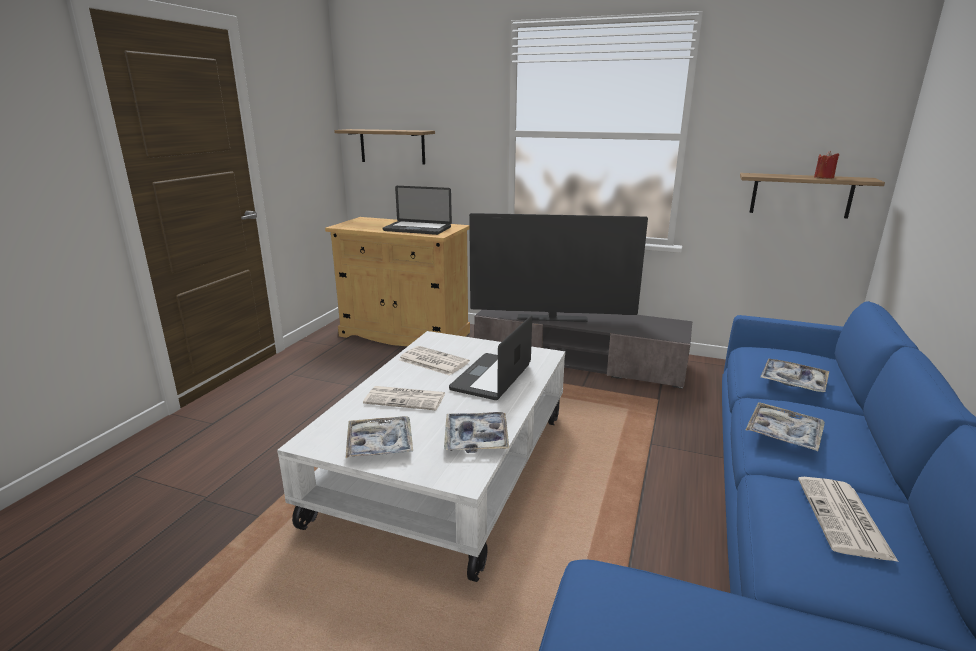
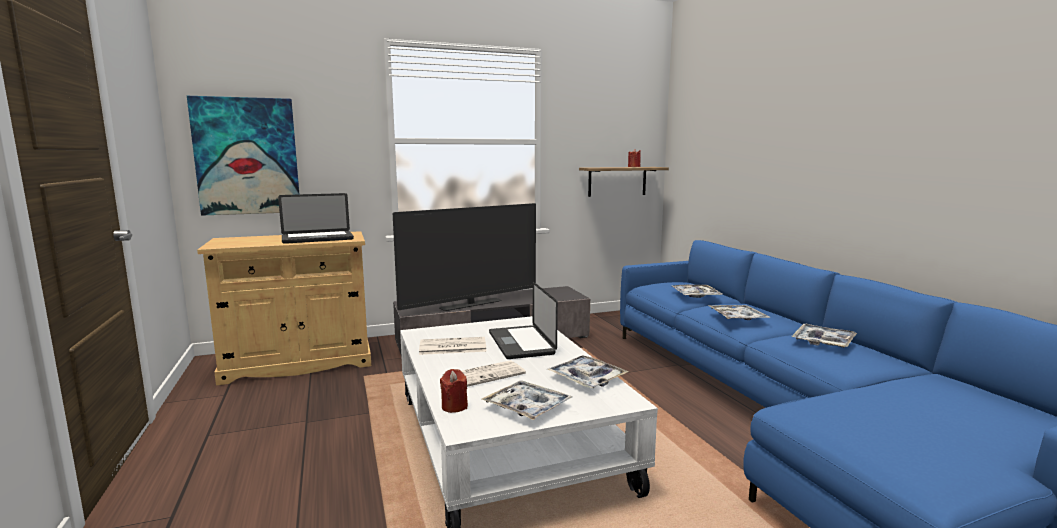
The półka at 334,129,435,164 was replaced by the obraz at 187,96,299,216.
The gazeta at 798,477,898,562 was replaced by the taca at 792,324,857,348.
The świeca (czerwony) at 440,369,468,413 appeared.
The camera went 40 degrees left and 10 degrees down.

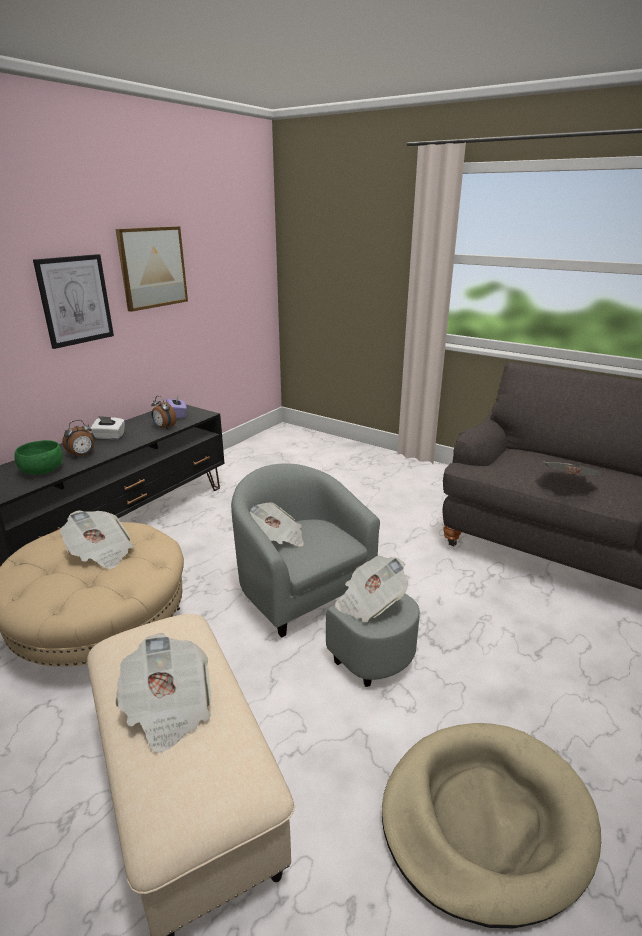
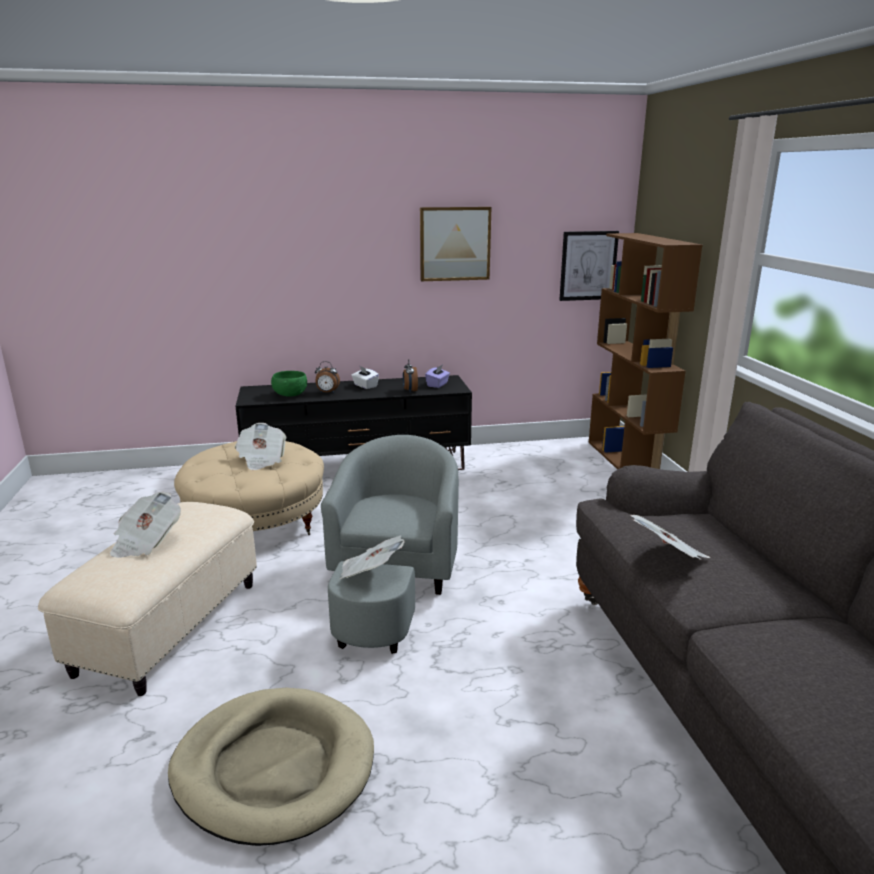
The obraz moved from 33,254,114,349 to 559,231,619,301.
The gazeta at 250,502,304,547 disappeared.
The regał (brązowy) at 589,233,702,470 appeared.
The camera went 45 degrees right and 5 degrees down.

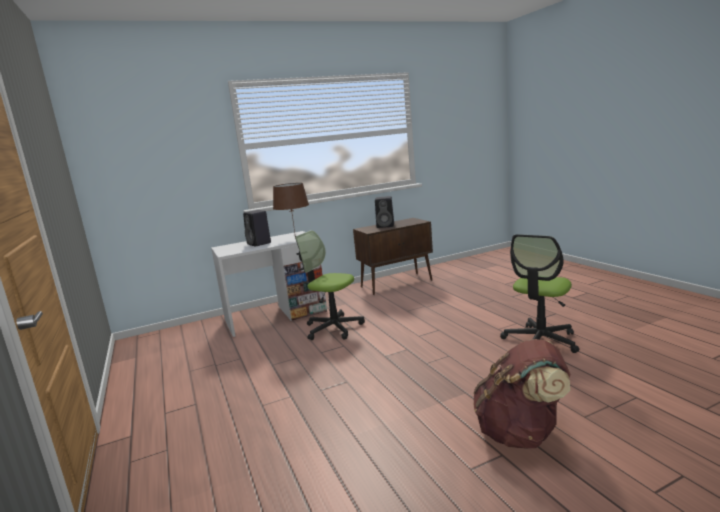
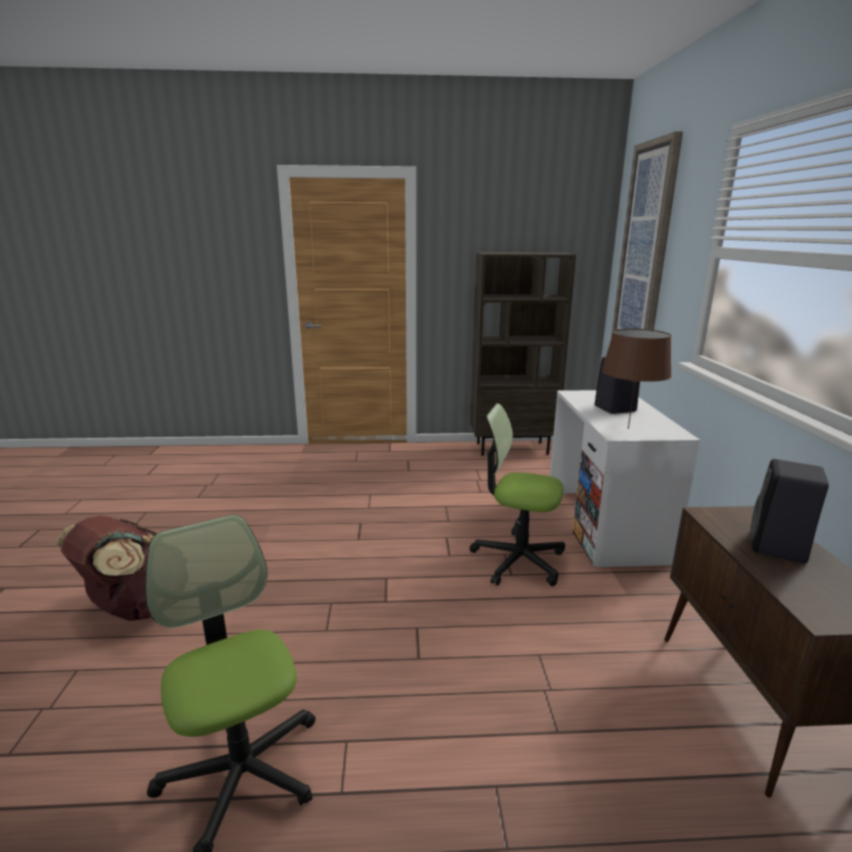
The krzesło biurowe at 295,230,365,340 turned 120 degrees counterclockwise.
The regał (brązowy) at 470,252,576,456 appeared.
The obraz at 611,131,683,337 appeared.
The camera went 110 degrees right and 5 degrees up.

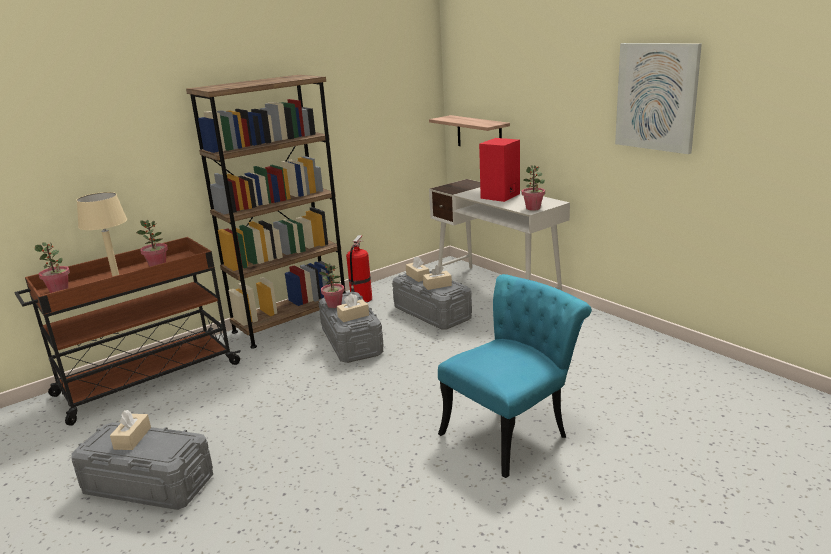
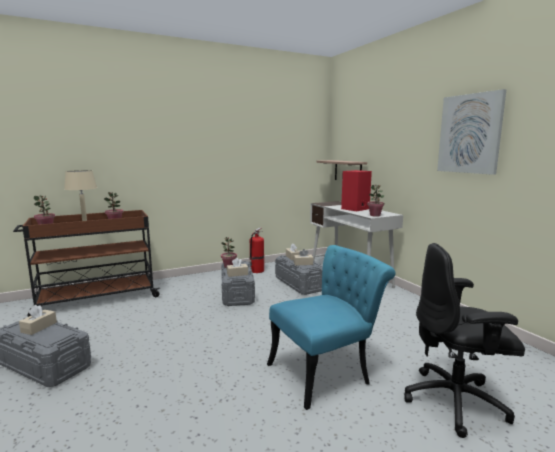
The regał (brązowy) at 186,75,346,349 disappeared.
The krzesło biurowe (czarny) at 404,243,525,438 appeared.
The camera went 10 degrees right and 10 degrees down.

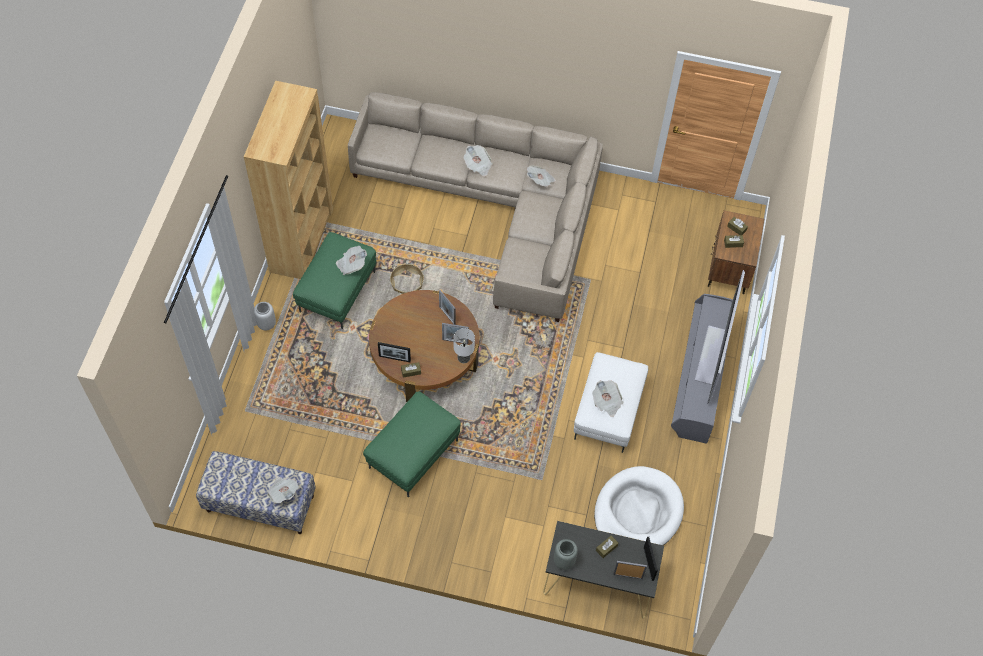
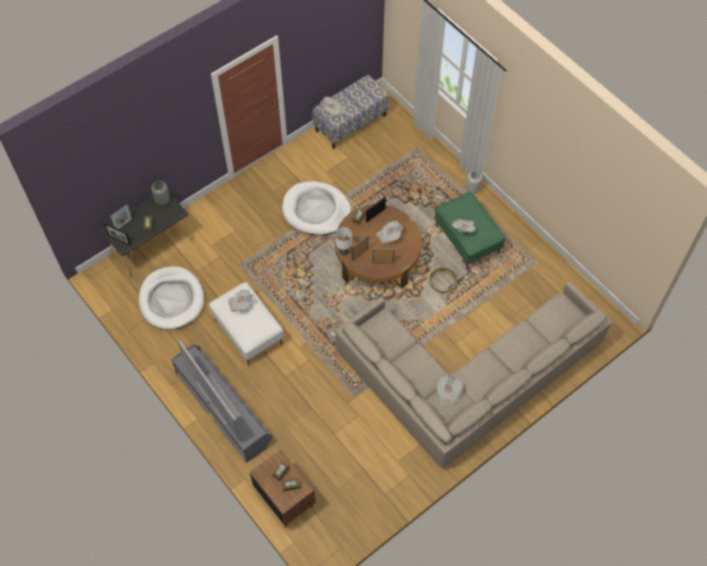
The regał (brązowy) at 244,81,333,279 disappeared.
The pufa (zielony) at 363,391,461,497 was replaced by the legowisko (biały) at 282,181,351,235.
The gazeta moved from 464,145,493,177 to 376,221,403,244.
The camera went 130 degrees right and 0 degrees up.

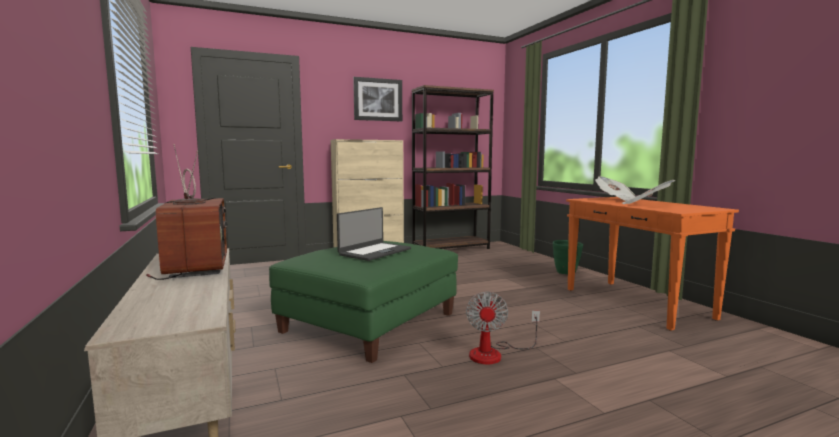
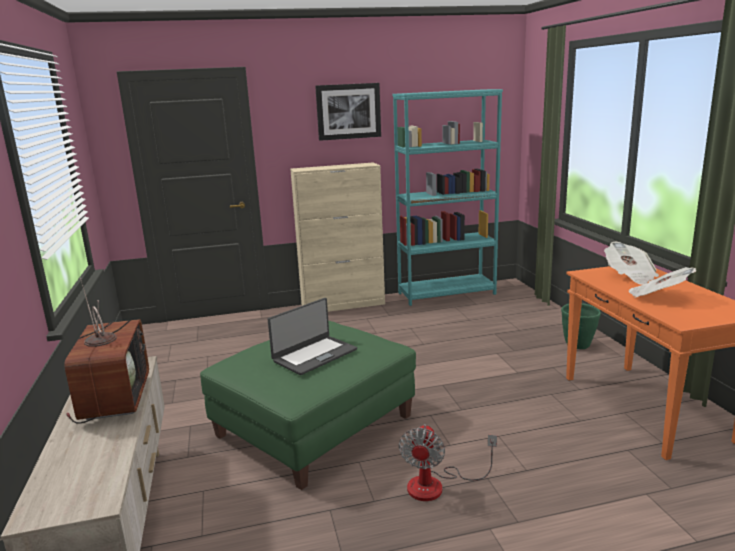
The regał (brązowy) at 411,85,494,249 became the regał (turkusowy) at 392,89,503,306.
The camera went 10 degrees right and 10 degrees up.

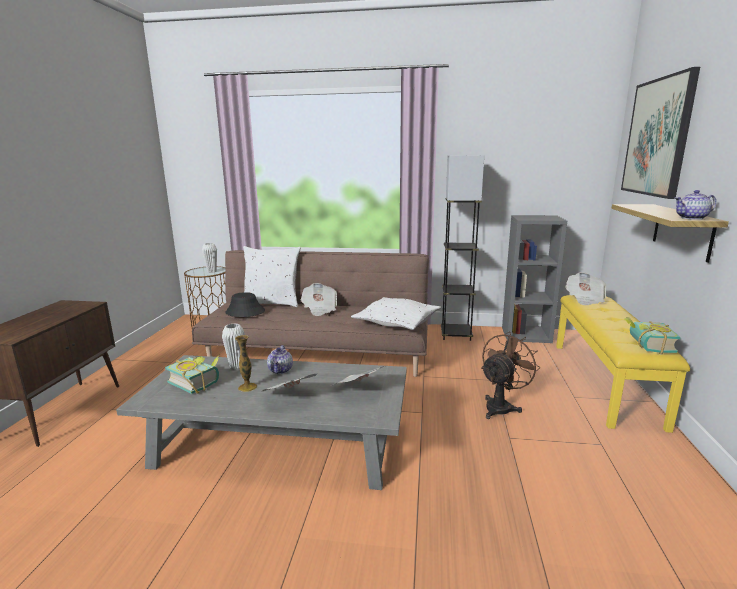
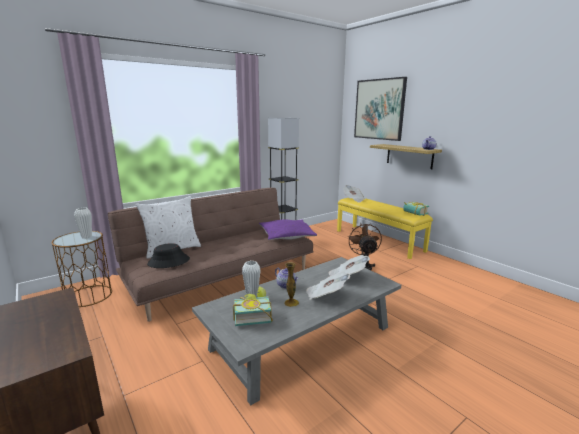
The gazeta at 300,283,337,316 disappeared.
The poduszka (biały) at 351,297,441,330 became the poduszka (fioletowy) at 259,219,317,240.
The regał (szary) at 502,215,567,343 disappeared.
The camera went 45 degrees left and 0 degrees up.

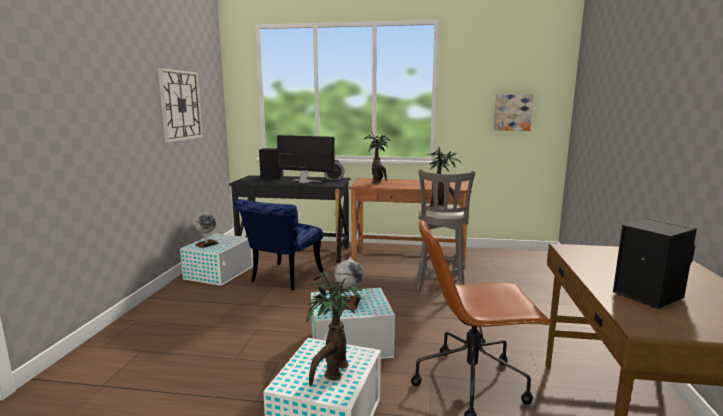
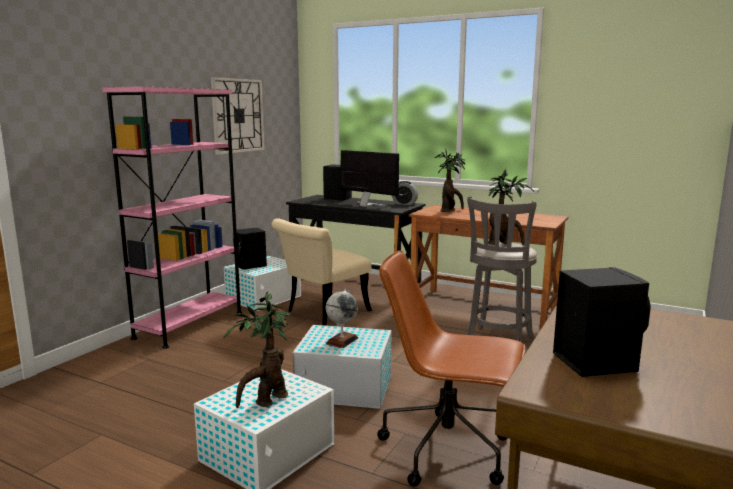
The globus at 194,212,219,248 was replaced by the głośnik (czarny) at 233,227,267,270.
The krzesło (niebieski) at 233,199,323,290 became the krzesło (beżowy) at 271,218,372,325.
The obraz at 494,94,533,131 disappeared.
The regał (różowy) at 102,86,242,349 appeared.
The camera went 20 degrees right and 0 degrees up.

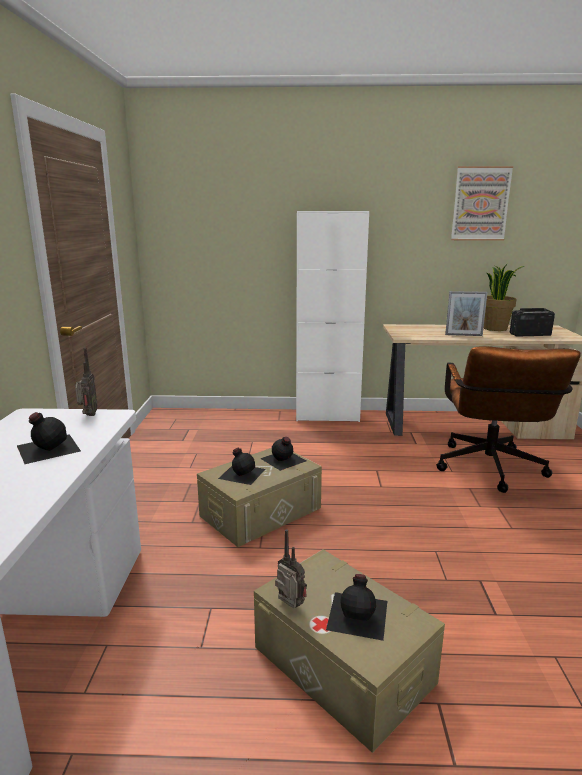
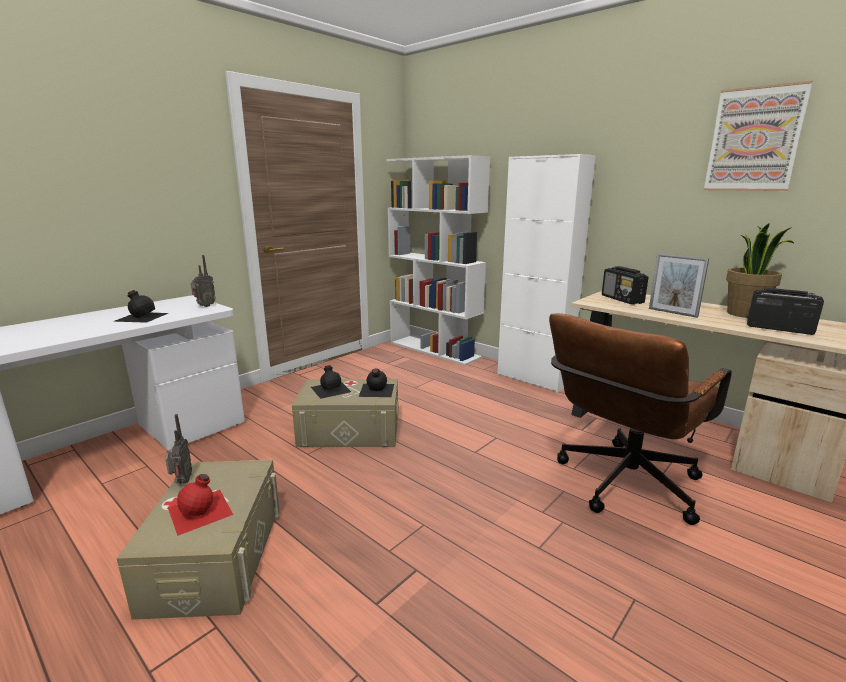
The butelka (czarny) at 326,574,387,641 became the butelka (czerwony) at 168,474,233,536.
The regał (biały) at 387,155,490,365 appeared.
The radio at 602,266,648,305 appeared.
The camera went 40 degrees right and 0 degrees up.

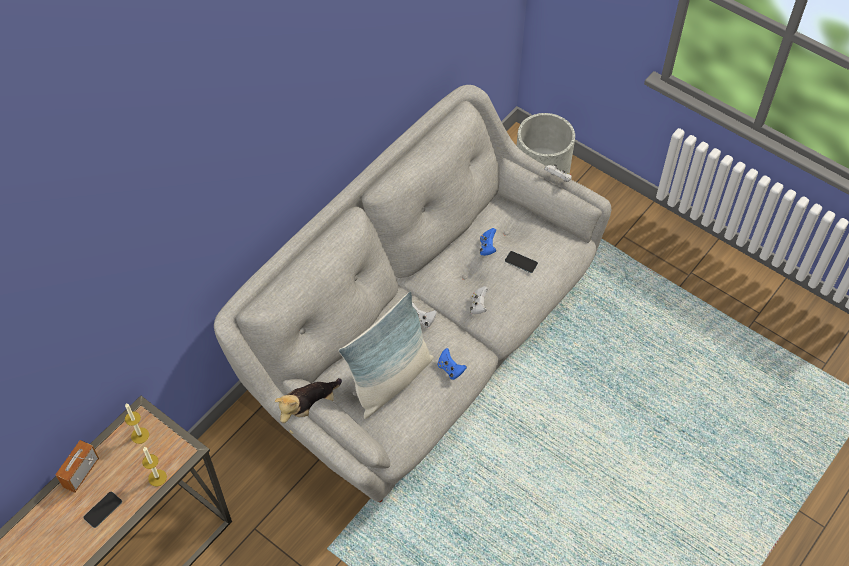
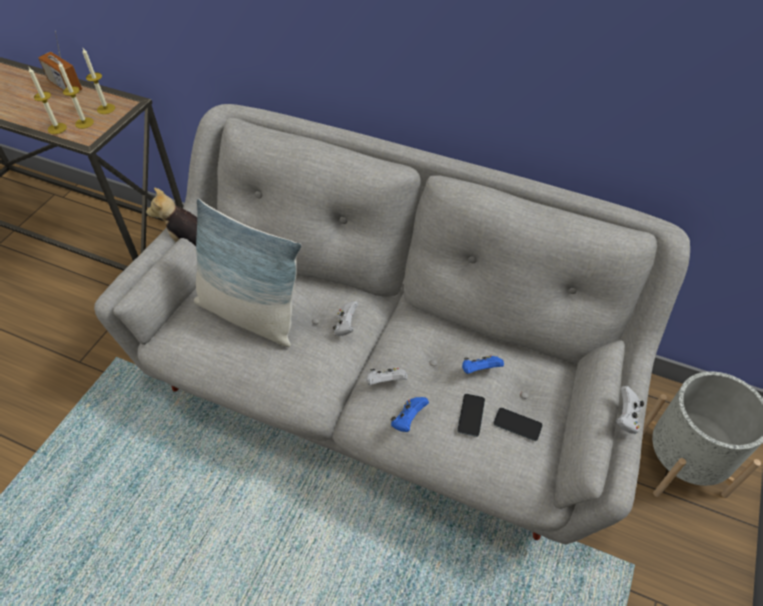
The radio at 55,440,99,493 turned 150 degrees counterclockwise.
The telefon moved from 83,492,122,528 to 494,408,543,441.
The pad do gier (niebieski) moved from 438,348,467,380 to 391,397,429,432.
The świeca at 59,62,94,129 appeared.
The camera went 75 degrees right and 5 degrees down.

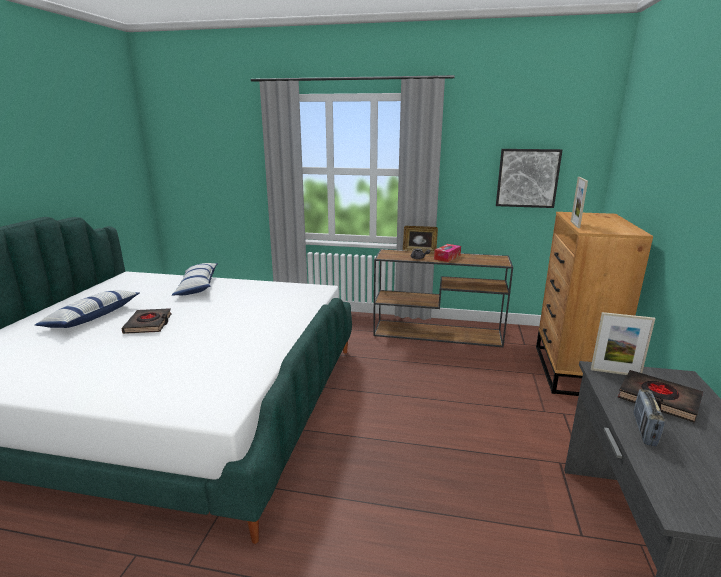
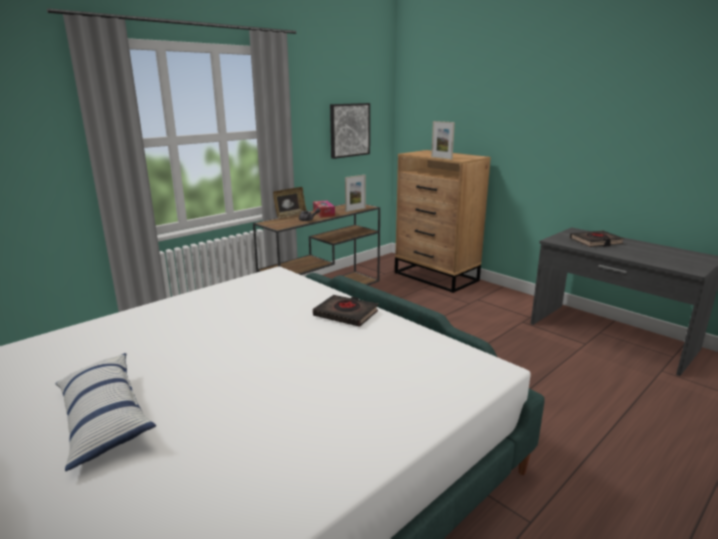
The książka (czarny) moved from 121,308,172,334 to 313,295,378,327.
The poduszka at 172,263,218,296 disappeared.
The ramka na zdjęcie moved from 591,312,655,375 to 345,175,366,212.
The radio at 633,389,665,447 disappeared.
The camera went 55 degrees left and 0 degrees up.

